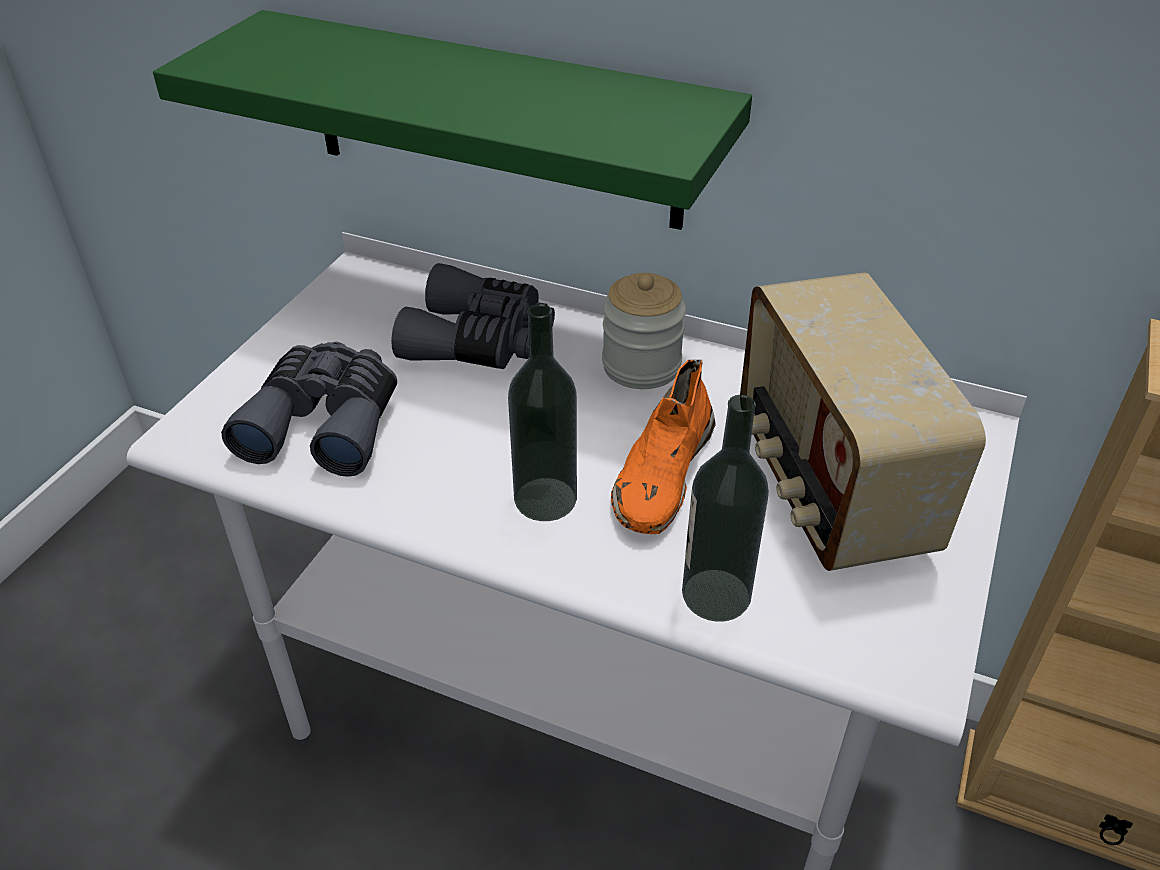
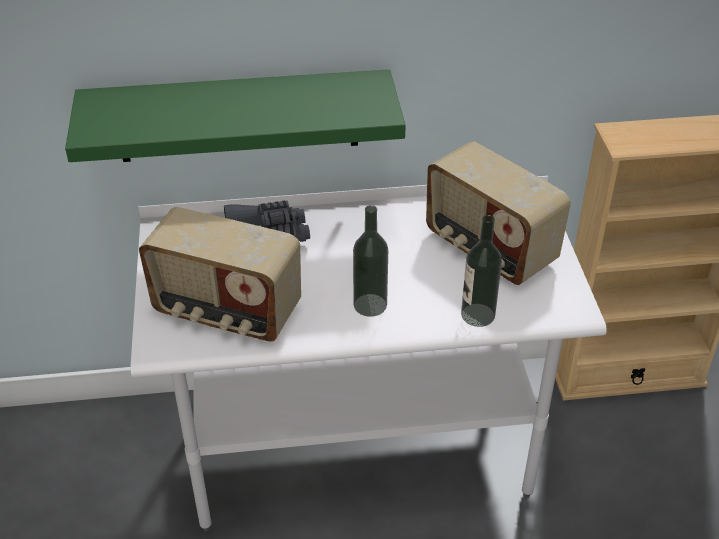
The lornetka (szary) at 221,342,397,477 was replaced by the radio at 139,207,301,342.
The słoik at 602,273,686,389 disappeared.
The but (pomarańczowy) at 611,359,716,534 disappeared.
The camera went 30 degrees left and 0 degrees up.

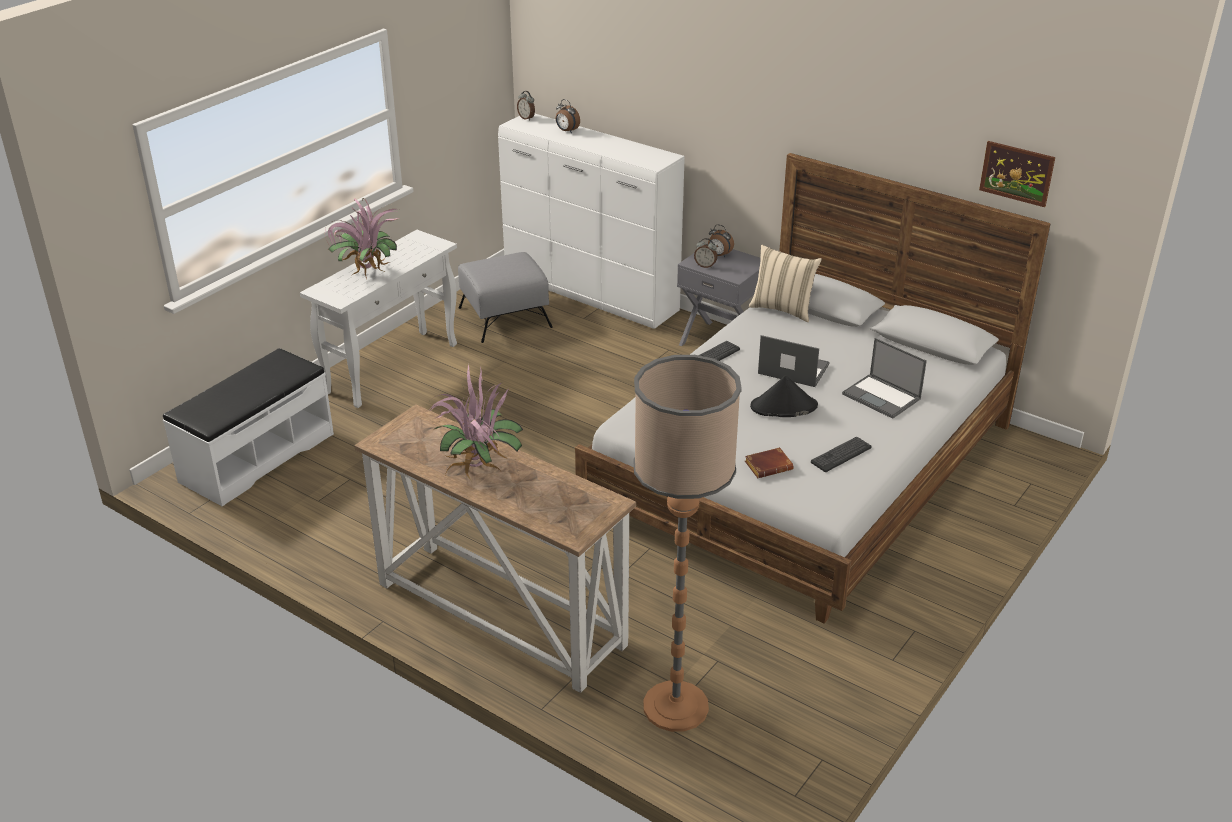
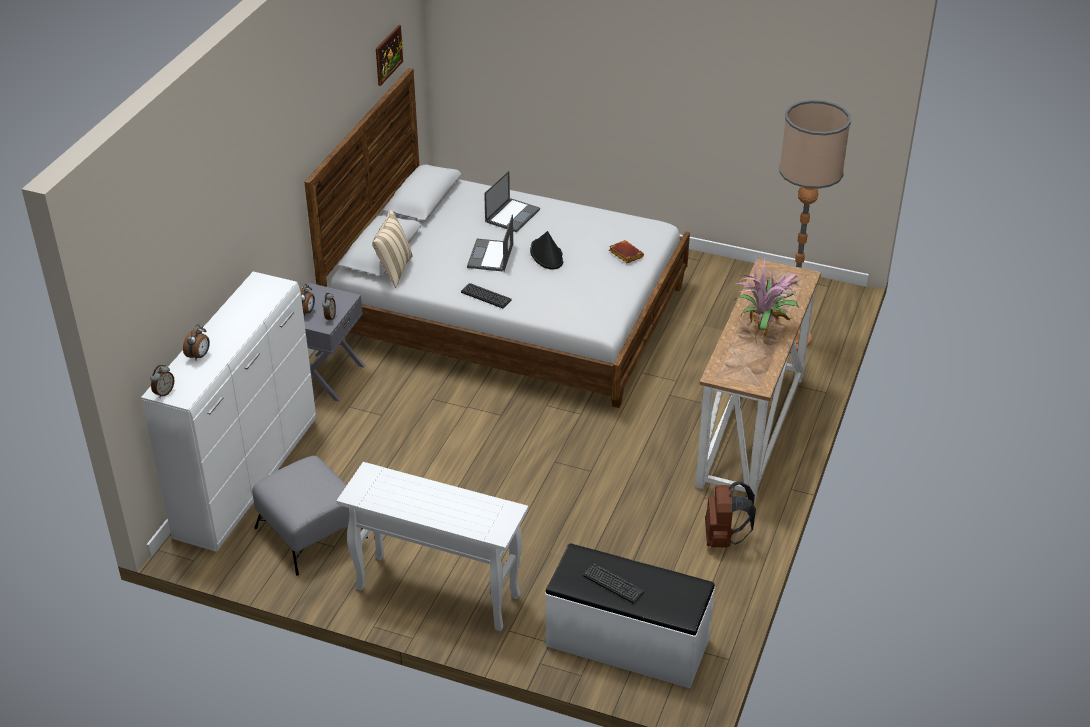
The roślina doniczkowa at 325,198,400,279 disappeared.
The klawiatura moved from 811,437,872,472 to 583,563,644,604.
The plecak (brązowy) at 705,482,756,547 appeared.
The camera went 105 degrees left and 5 degrees up.

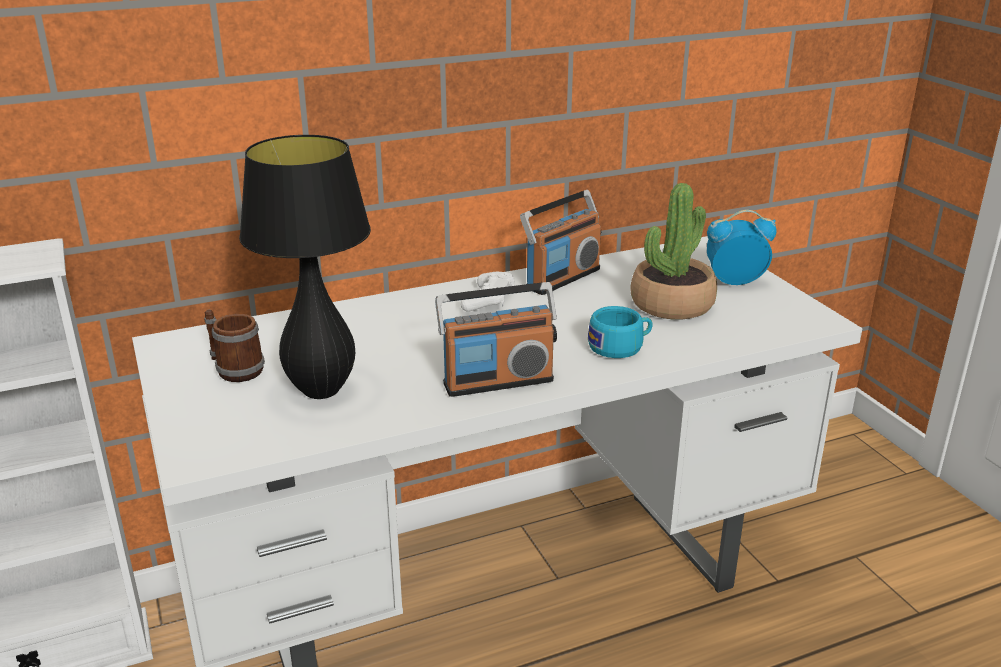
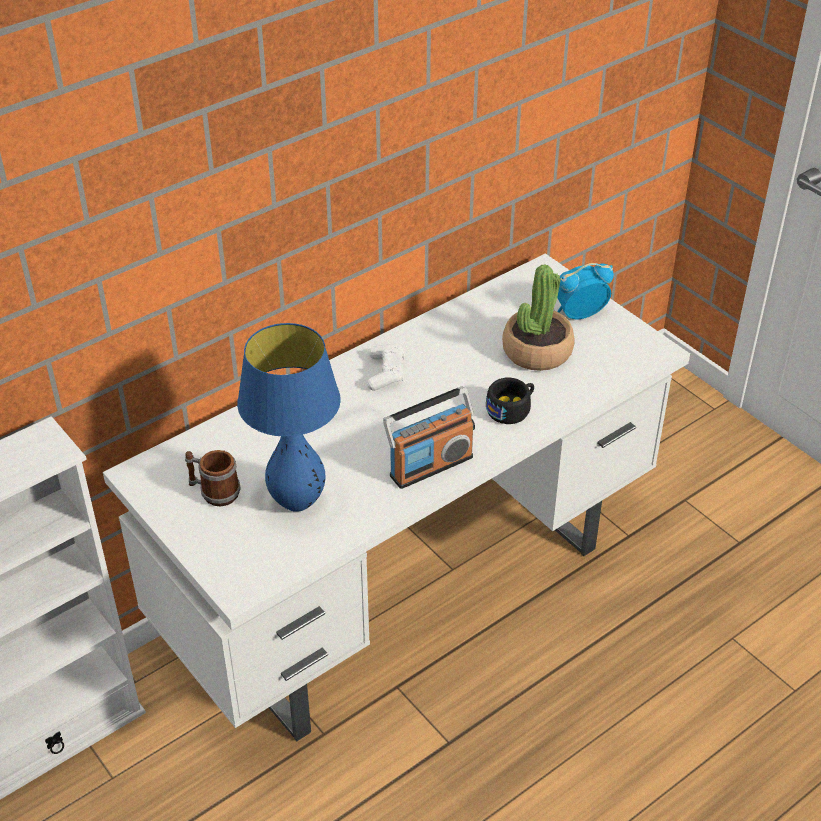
The lampa stołowa (czarny) at 239,135,371,399 became the lampa stołowa (niebieski) at 237,323,341,512.
The radio at 520,190,601,295 disappeared.
The filiżanka (turkusowy) at 588,306,652,358 became the filiżanka (czarny) at 486,378,534,424.
The camera went 15 degrees left and 15 degrees up.

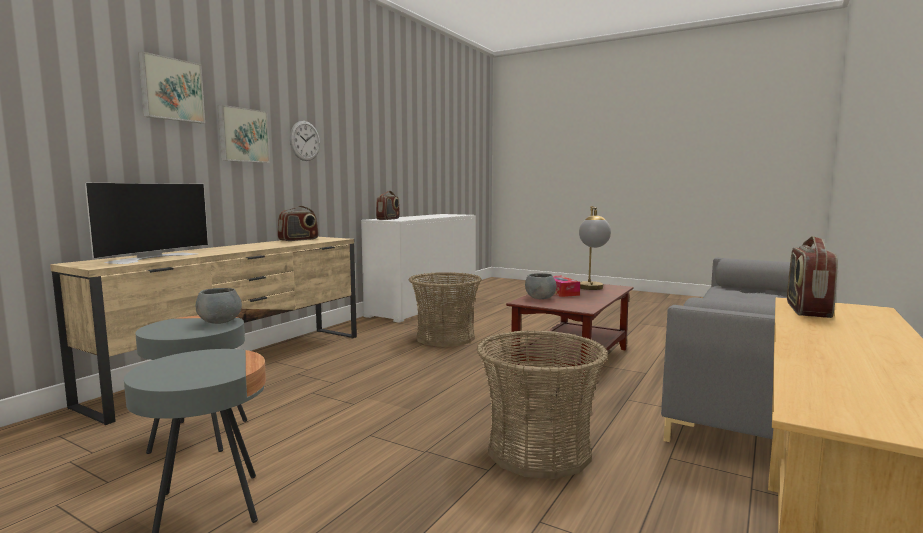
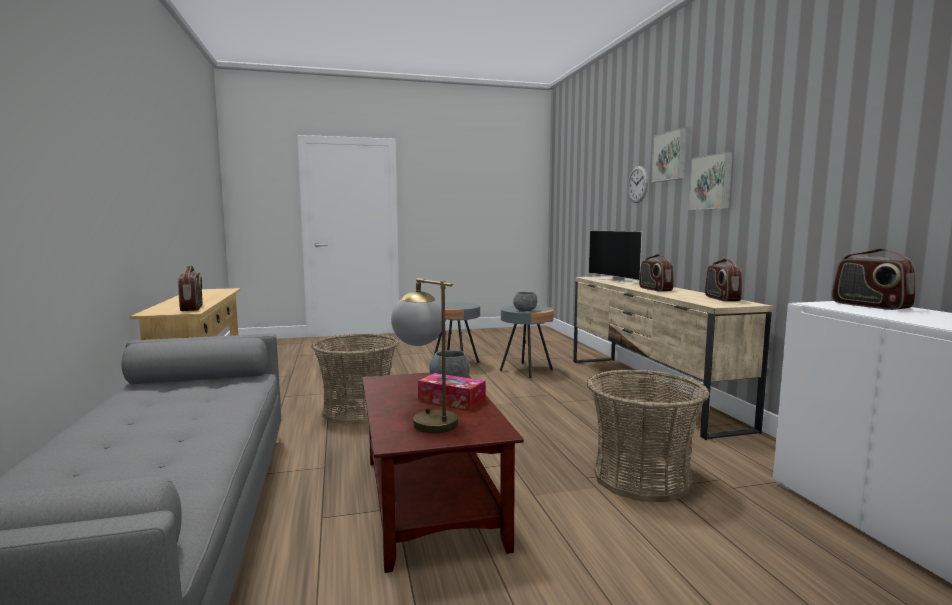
The zegar ścienny moved from 290,121,320,161 to 628,166,648,203.
The radio at 639,254,674,291 appeared.
The camera went 135 degrees right and 0 degrees up.

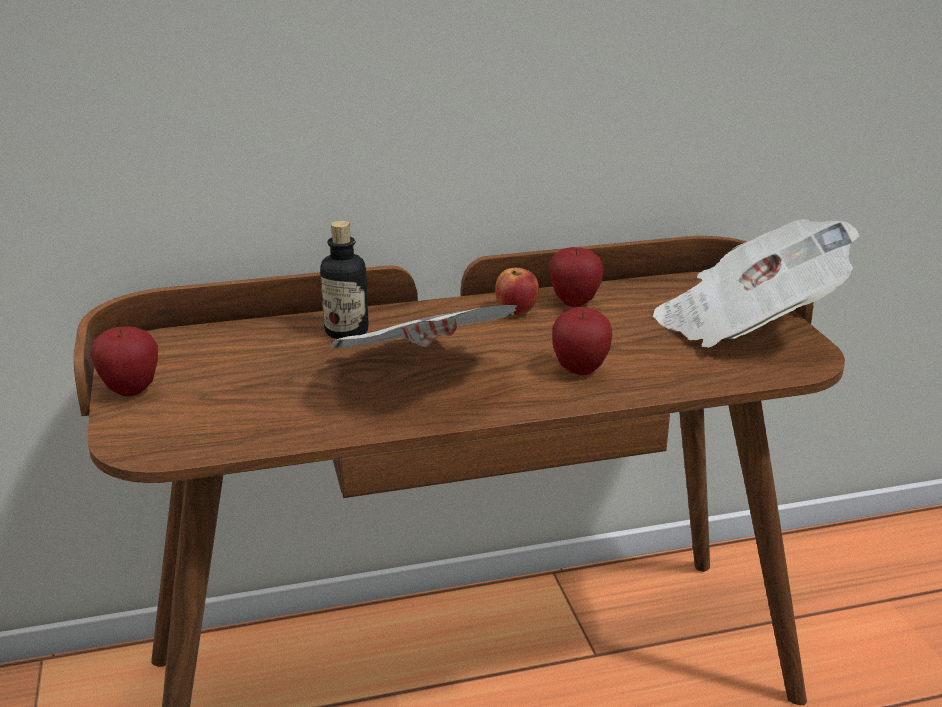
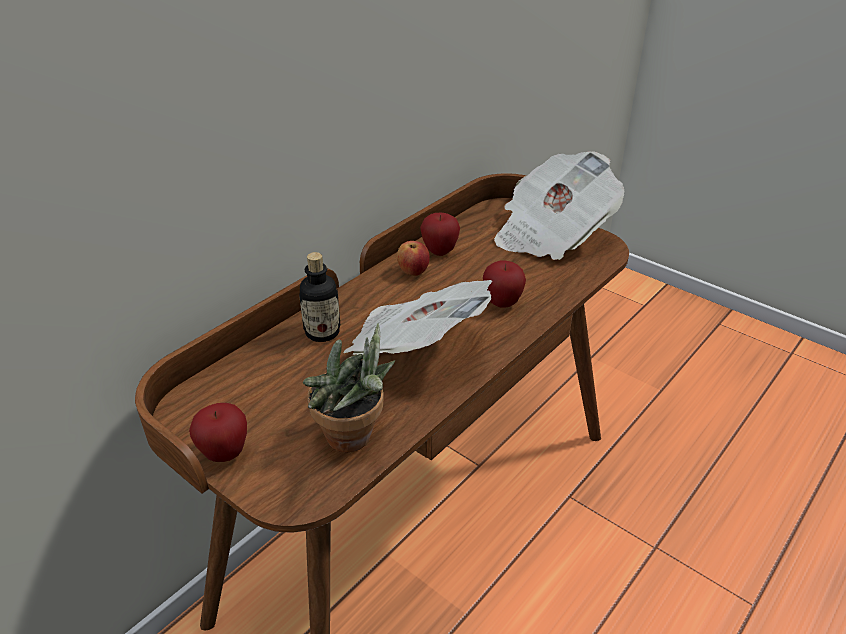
The roślina doniczkowa at 303,323,395,452 appeared.
The camera went 35 degrees left and 10 degrees up.

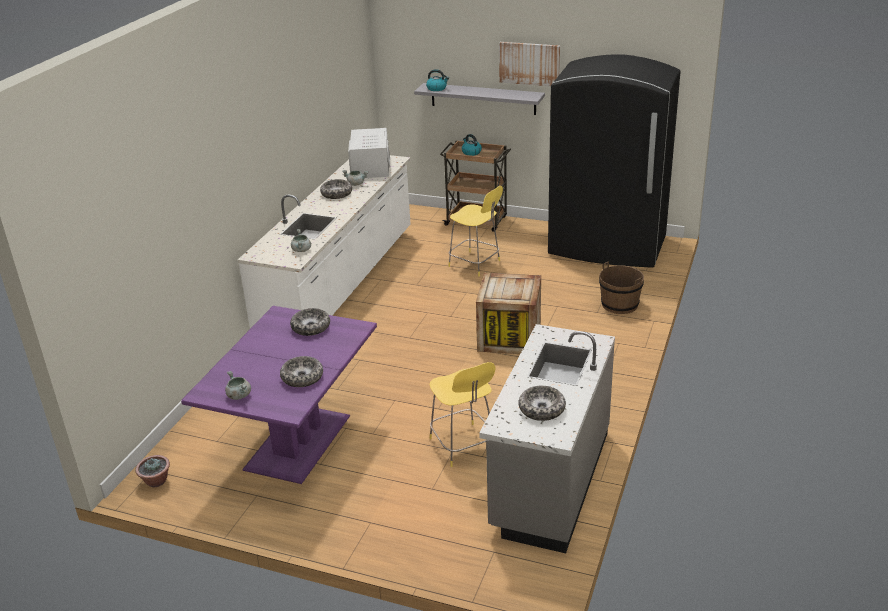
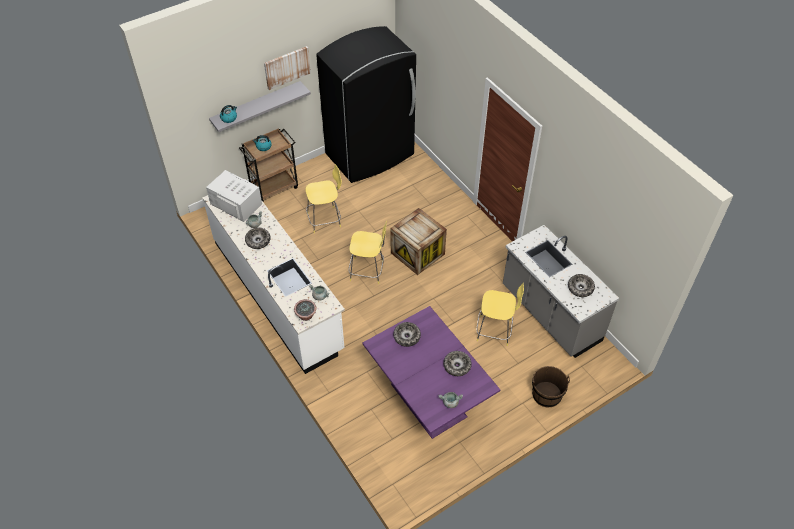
The roślina doniczkowa moved from 136,455,170,487 to 294,299,316,321.
The wiadro (brązowy) moved from 599,261,644,314 to 532,366,570,407.
The stołek (żółty) at 349,221,387,284 appeared.
The camera went 55 degrees left and 20 degrees up.

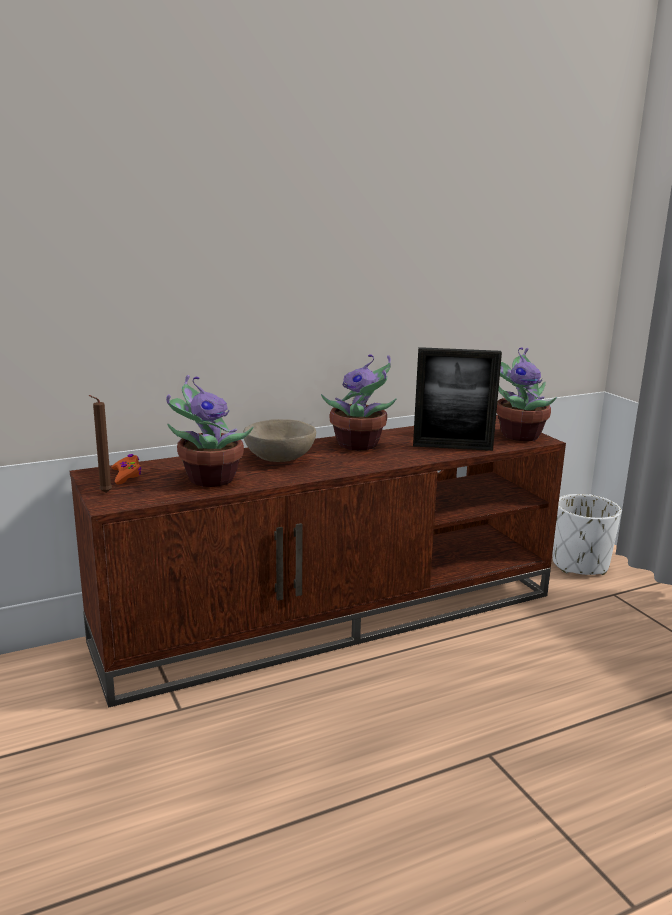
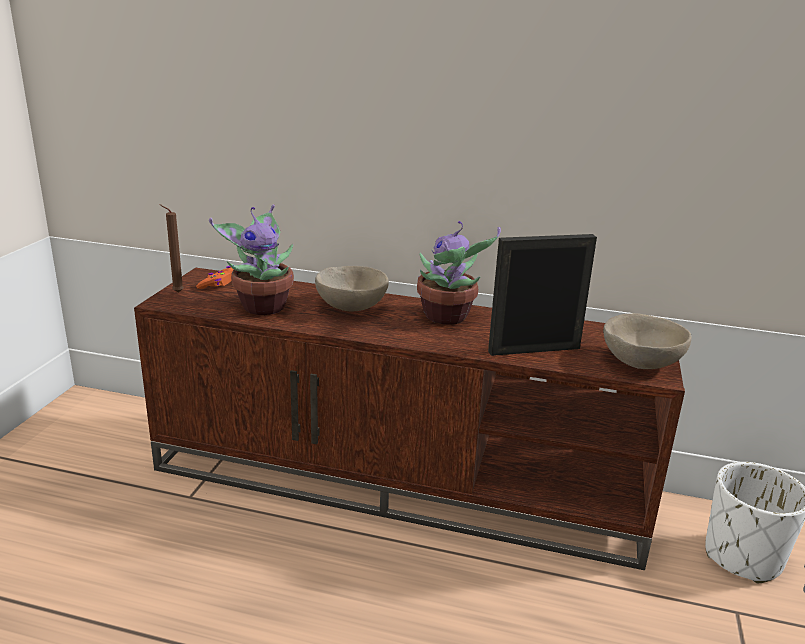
The ramka na zdjęcie at 413,347,502,451 turned 120 degrees clockwise.
The roślina doniczkowa at 496,347,557,441 was replaced by the miska (beżowy) at 603,313,692,369.
The camera went 40 degrees right and 5 degrees up.

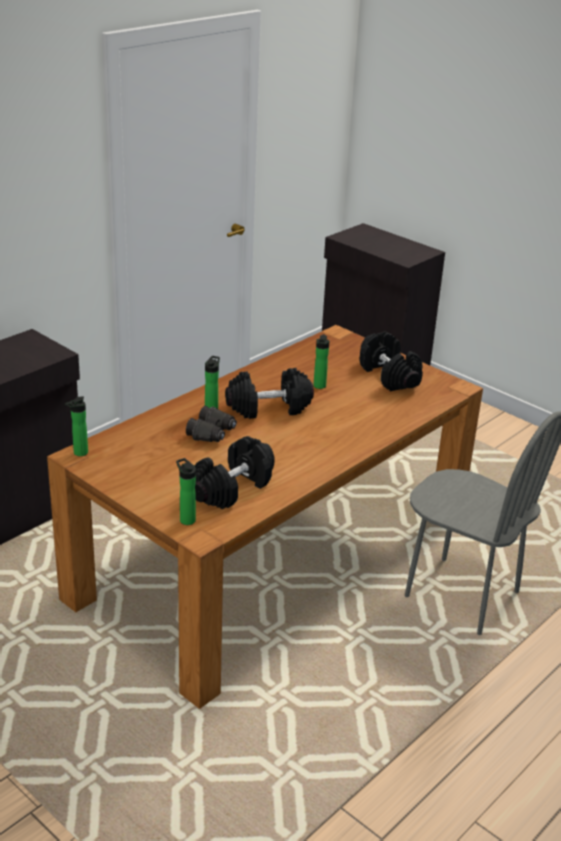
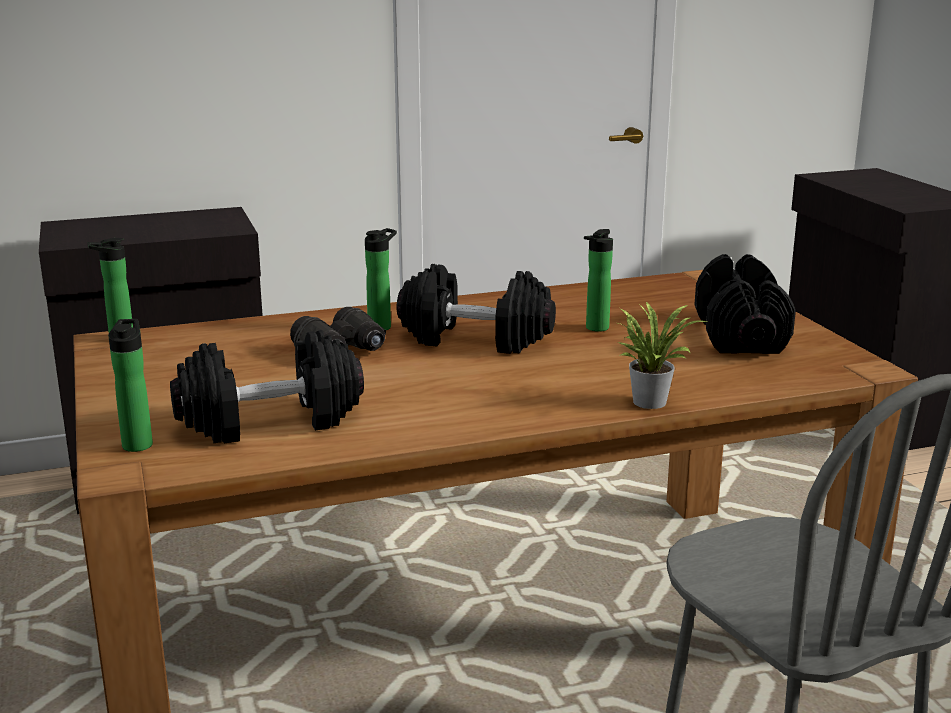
The roślina doniczkowa at 618,302,709,409 appeared.
The camera went 30 degrees right and 10 degrees down.

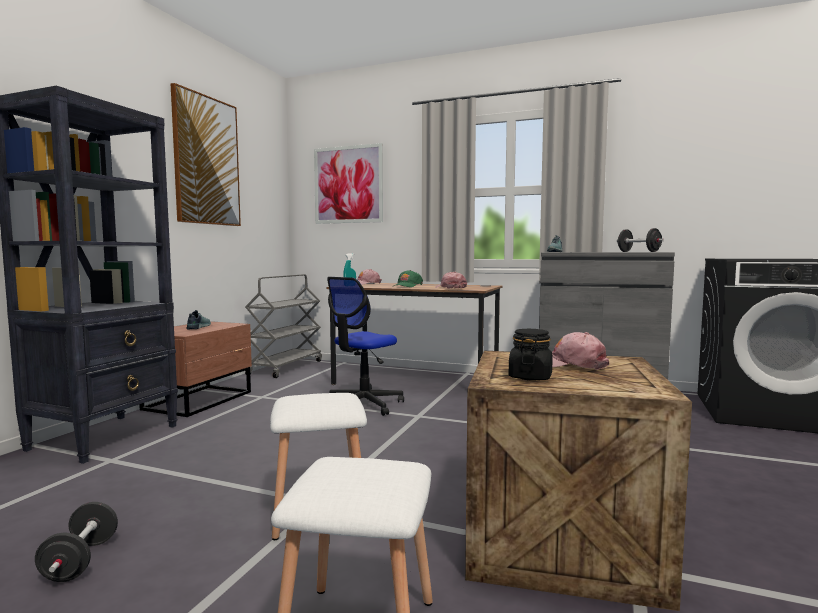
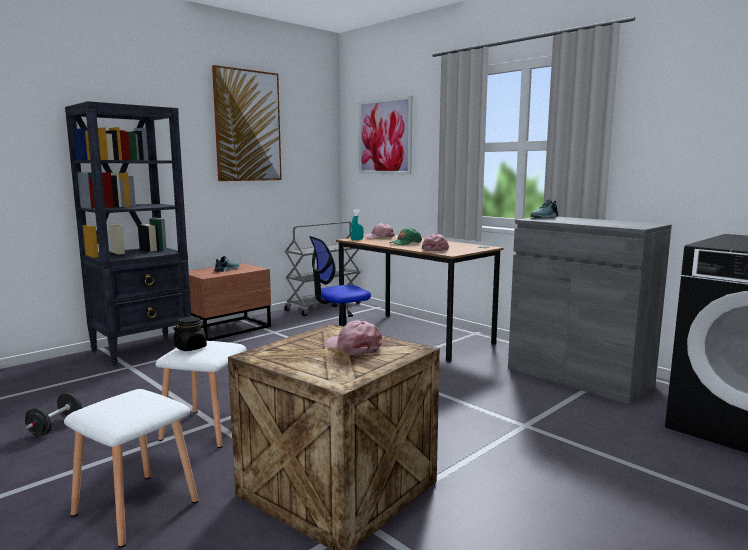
The słoik (czarny) moved from 509,329,553,380 to 173,317,207,351.
The hantel (czarny) at 617,228,664,252 disappeared.
The camera went 25 degrees right and 5 degrees up.

